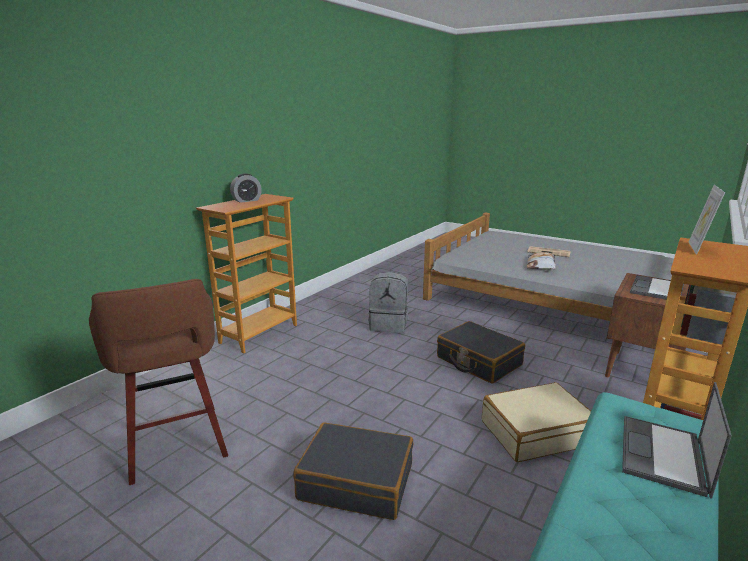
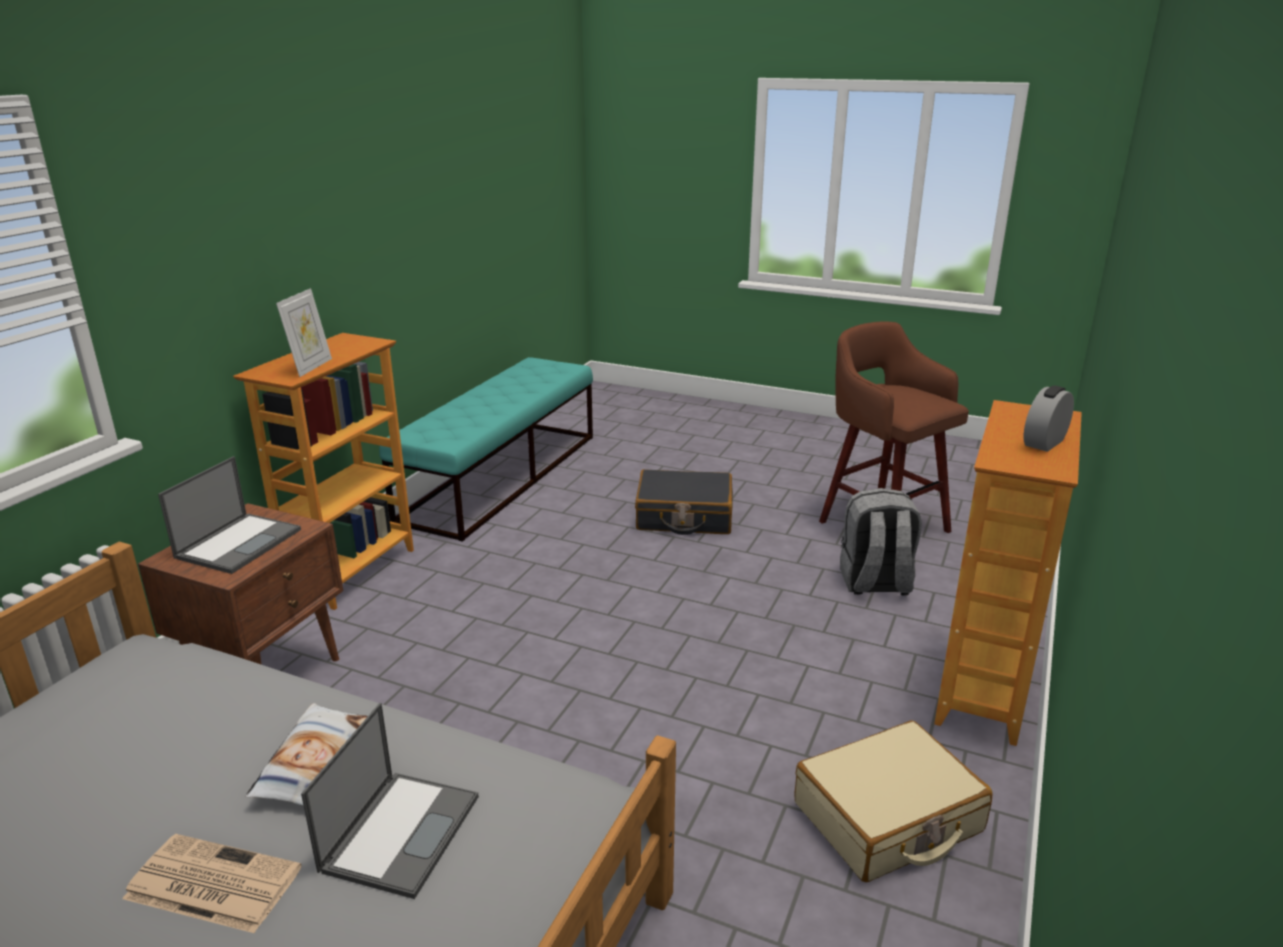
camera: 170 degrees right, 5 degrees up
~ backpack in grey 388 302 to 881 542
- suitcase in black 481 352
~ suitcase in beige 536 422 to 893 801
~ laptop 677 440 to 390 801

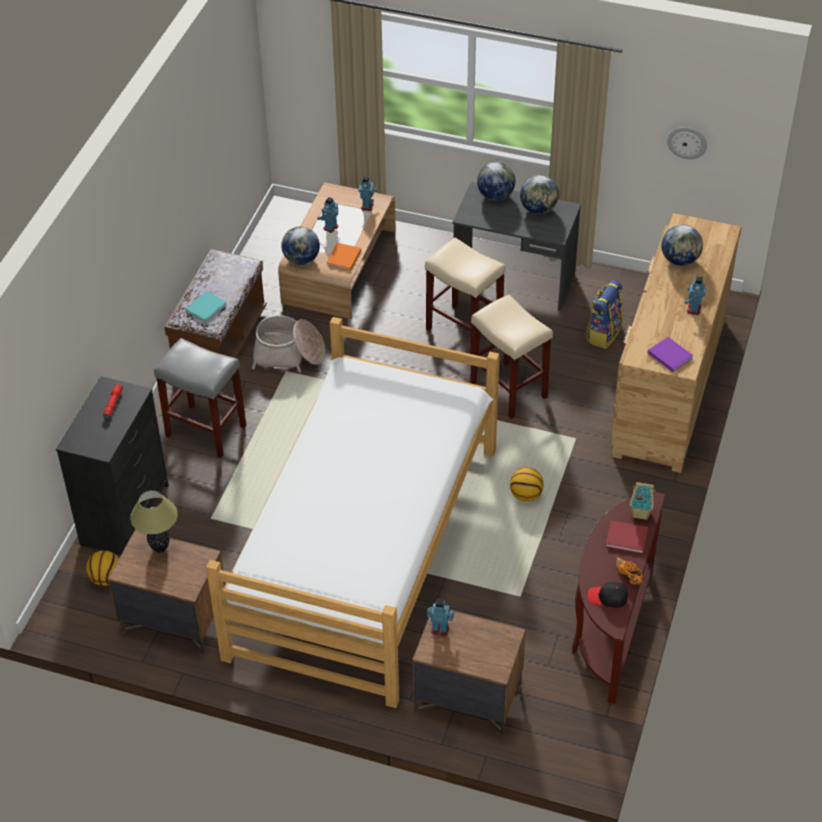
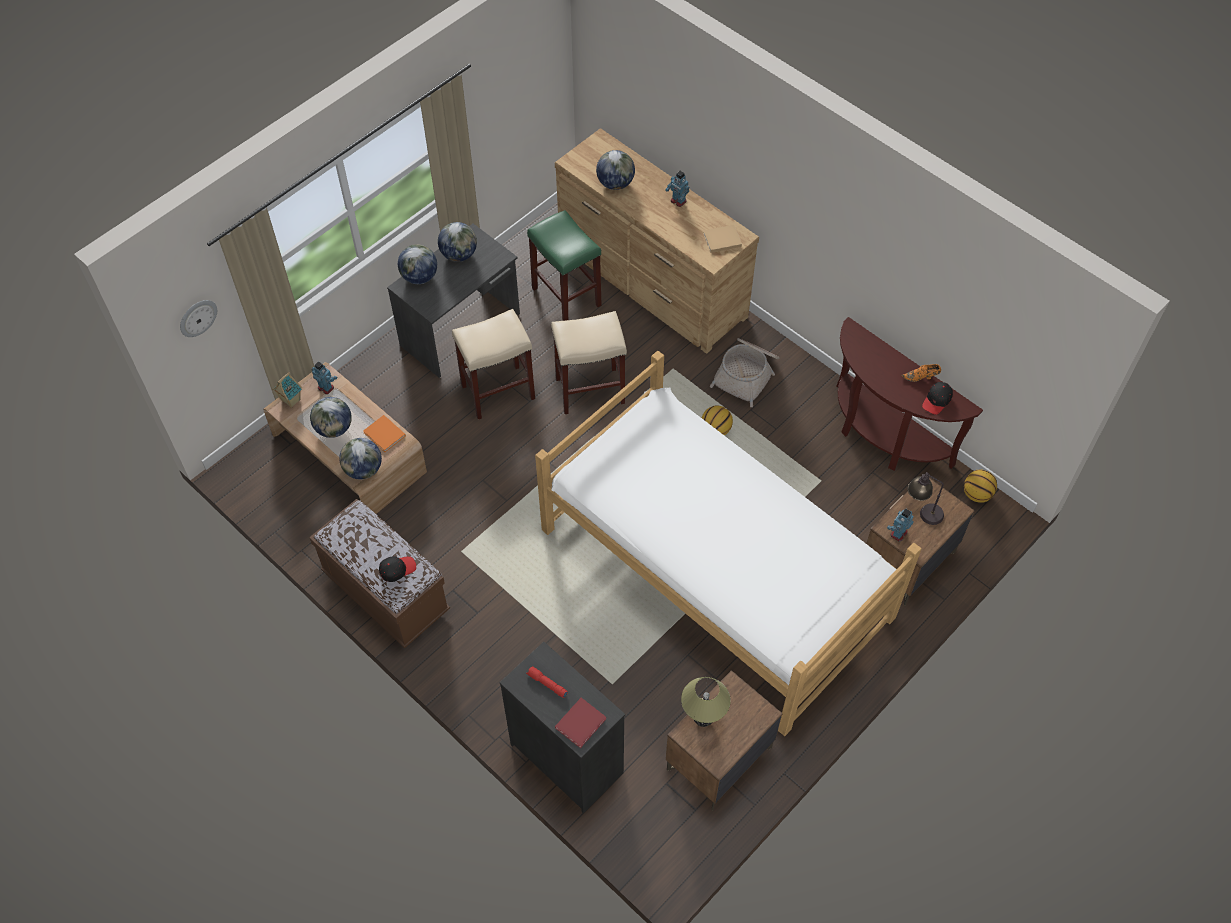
camera: 65 degrees left, 10 degrees up
~ wall clock 687 143 to 198 318
~ toy robot 327 215 to globe 331 417
~ backpack 604 314 to stool in green 564 265
~ book in turquoise 206 307 to cap in black 397 569
~ basket 288 343 to 744 372
~ book in purple 671 354 to book in beige 722 239
- stool in grey 200 398
~ toy house 642 501 to 287 390
~ book in red 626 537 to 580 723
~ basketball 102 568 to 980 486
+ table lamp 926 498

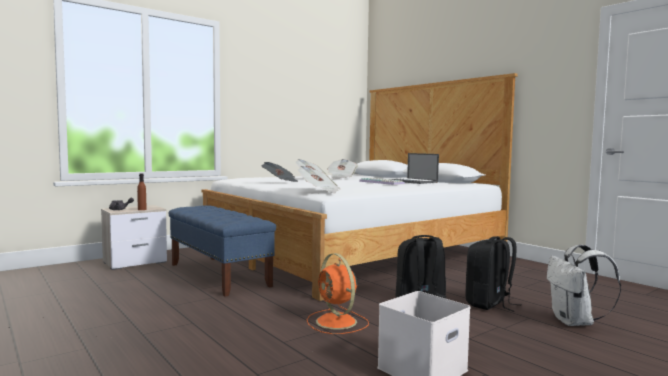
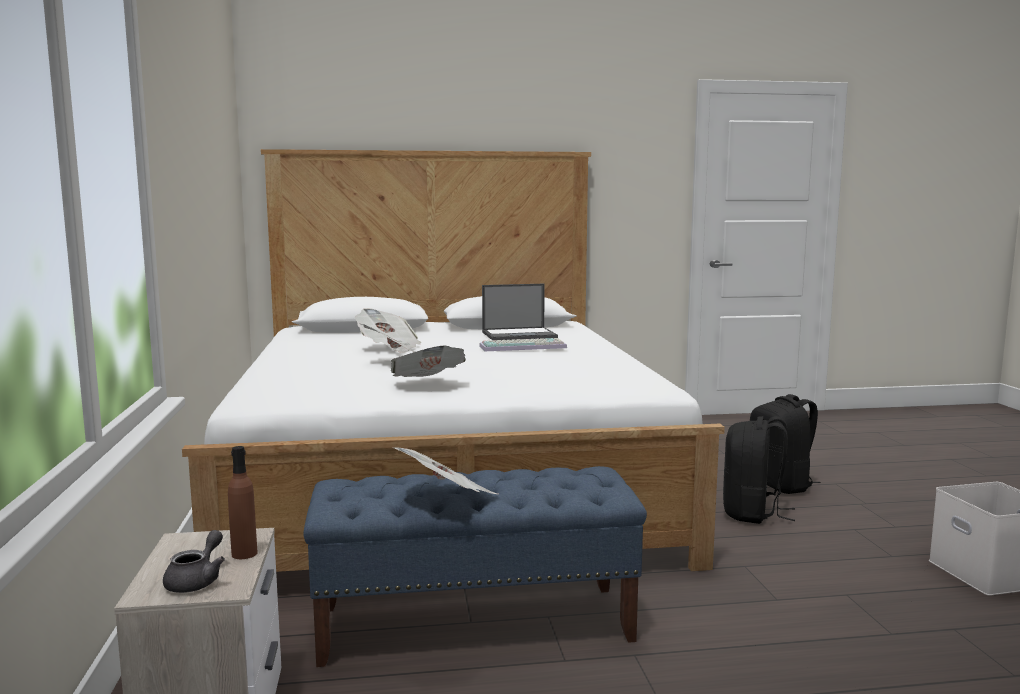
camera: 60 degrees left, 5 degrees up
~ newspaper 319 179 to 445 470
- backpack in white 584 285
- fan in orange 338 293

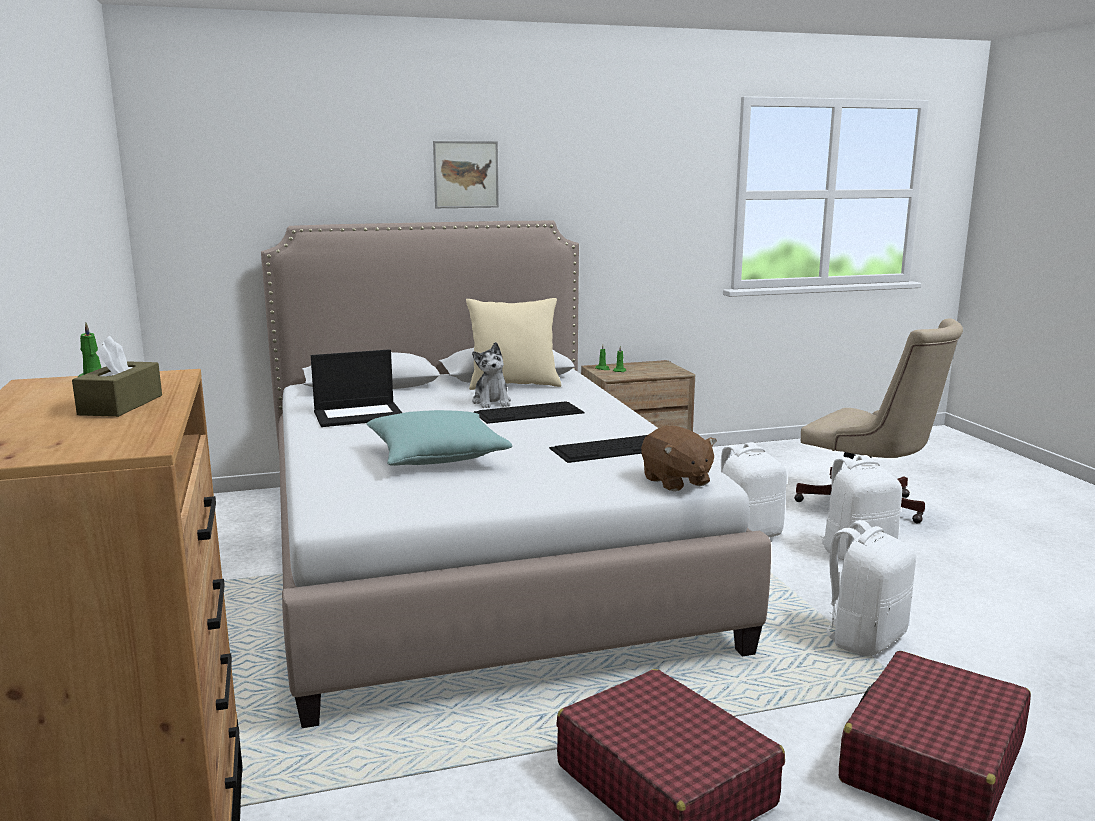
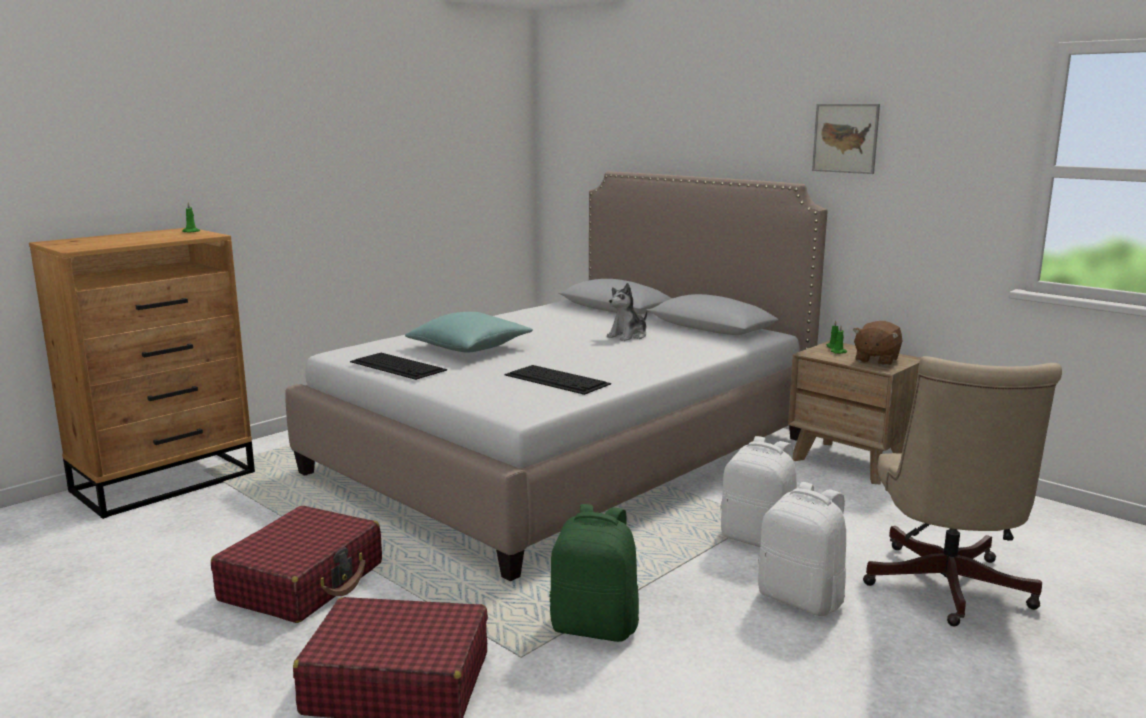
camera: 60 degrees right, 0 degrees up
~ picture 466 174 to 846 139
- pillow in beige 513 344
- tissue box in brown 117 376
- laptop 356 388
~ keyboard 529 412 to 398 366
~ plush toy in brown 679 458 to 878 343
~ backpack in white 863 588 to backpack in green 594 573

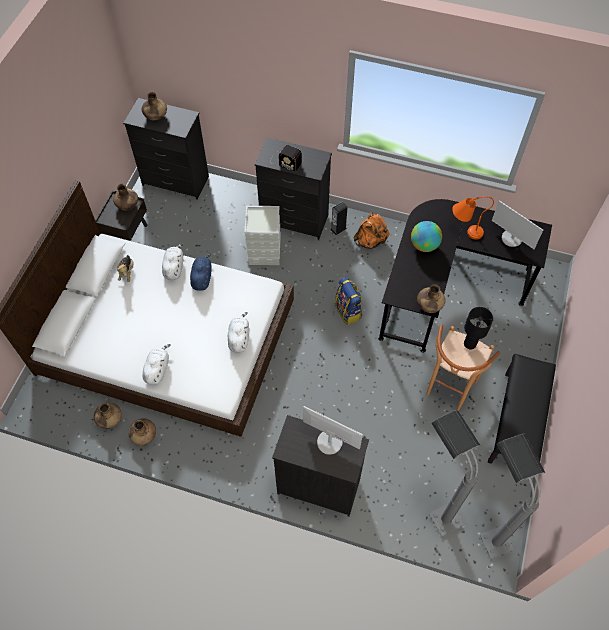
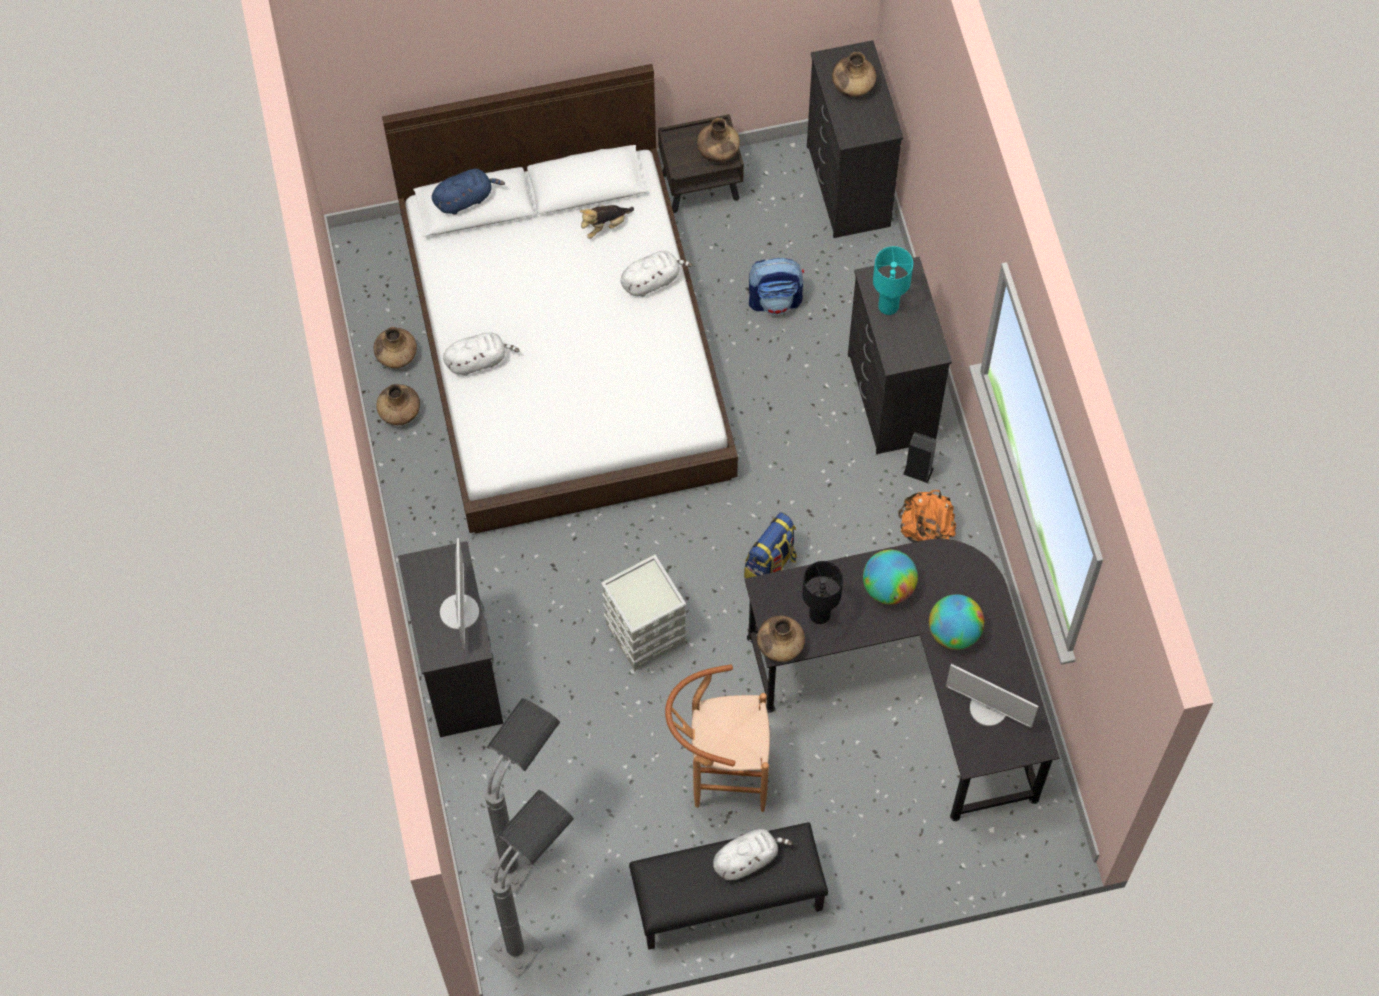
camera: 60 degrees right, 5 degrees up
~ radio 286 158 to table lamp in turquoise 893 280
~ table lamp in orange 473 218 to globe 956 622
~ monitor 517 224 = 992 696 75 degrees counterclockwise
~ storage box in grey 262 235 to 644 613
~ plush toy in blue 201 272 to 468 192
~ table lamp in black 478 328 to 822 592
~ plush toy in white 238 332 to 753 854
+ backpack 776 286

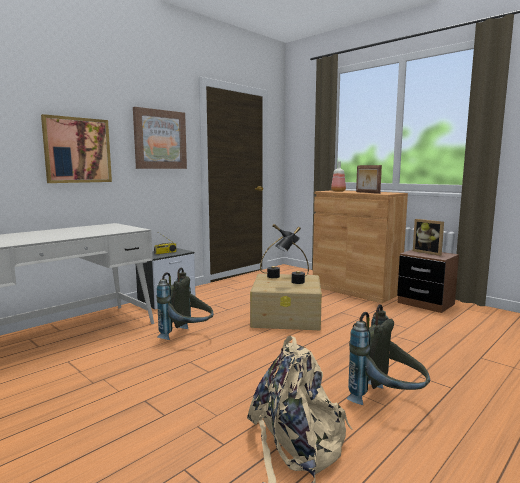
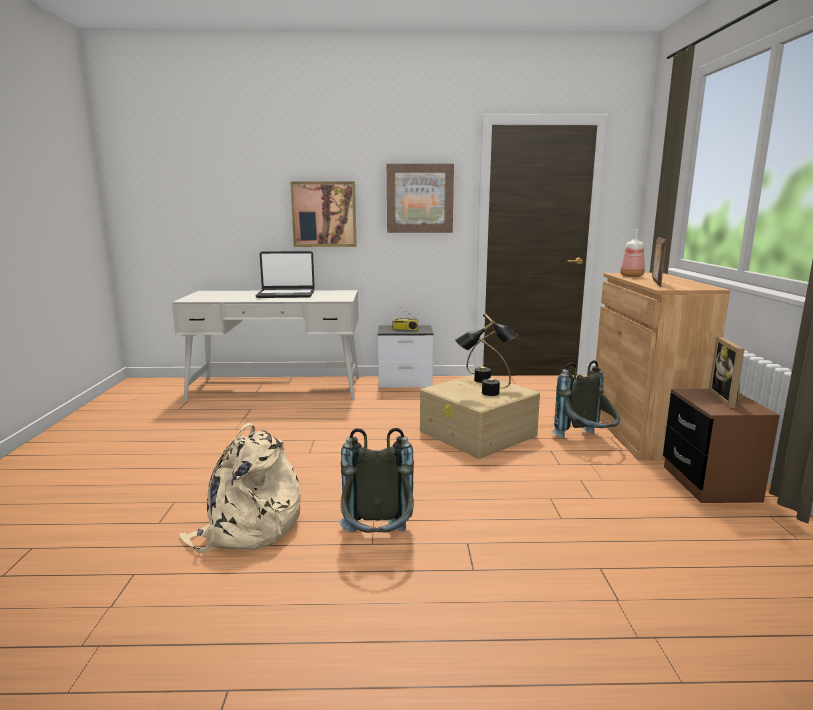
camera: 45 degrees right, 5 degrees up
~ backpack in grey 184 303 to 585 399
+ laptop 285 274

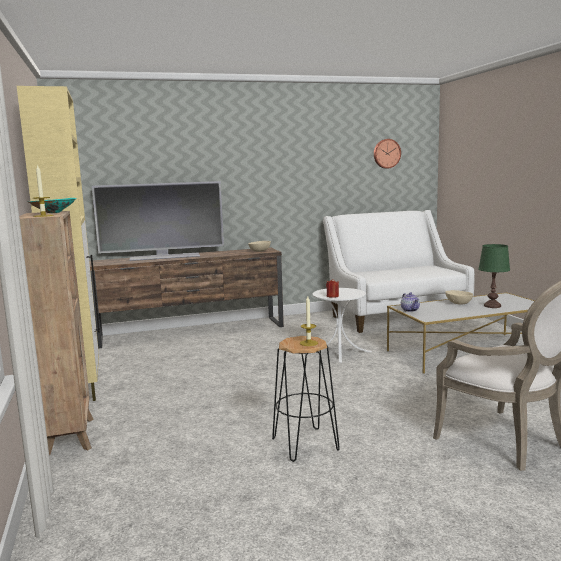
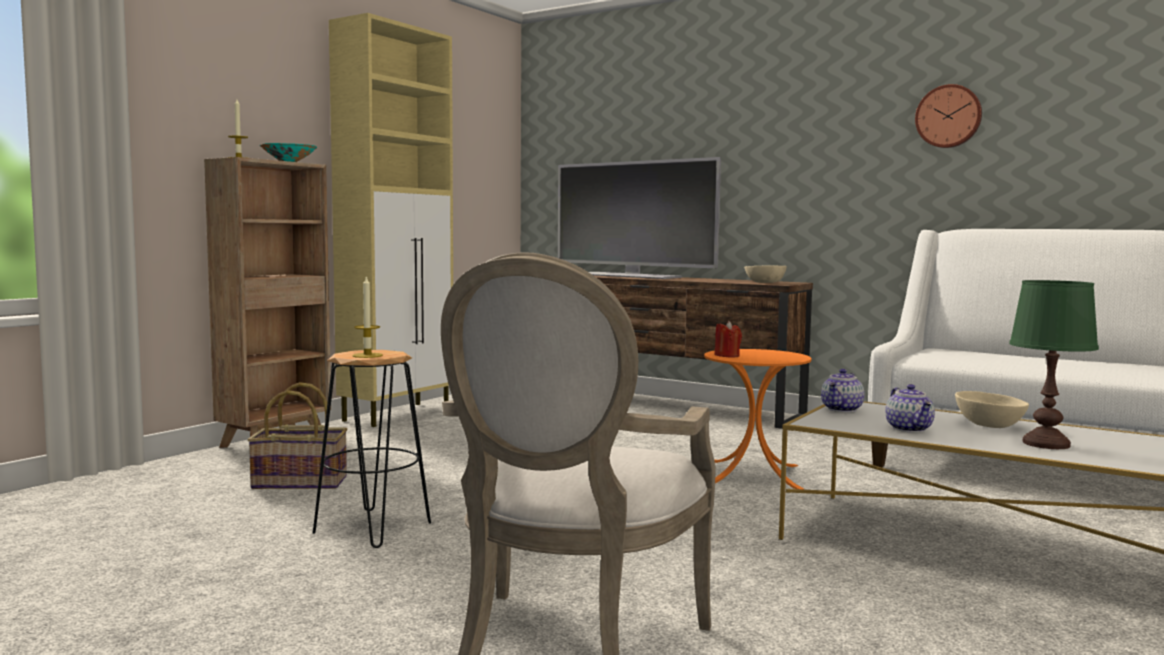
camera: 50 degrees right, 5 degrees down
~ wall clock 387 154 to 948 116
~ side table in white 342 325 to side table in orange 757 419
+ basket 297 435
+ teapot 910 408

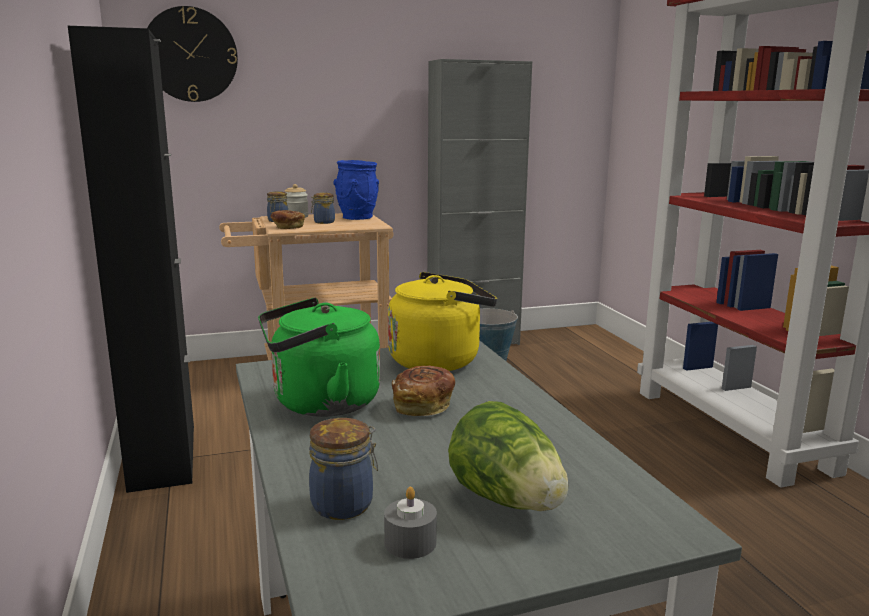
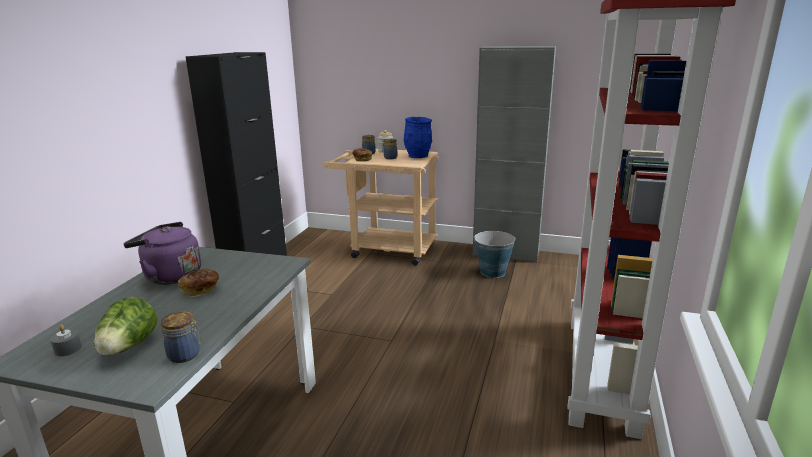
camera: 35 degrees right, 5 degrees up
- wall clock 192 54
- kettle in yellow 442 321
~ kettle in green 319 357 to kettle in purple 162 253
~ jar 343 469 to 181 337

